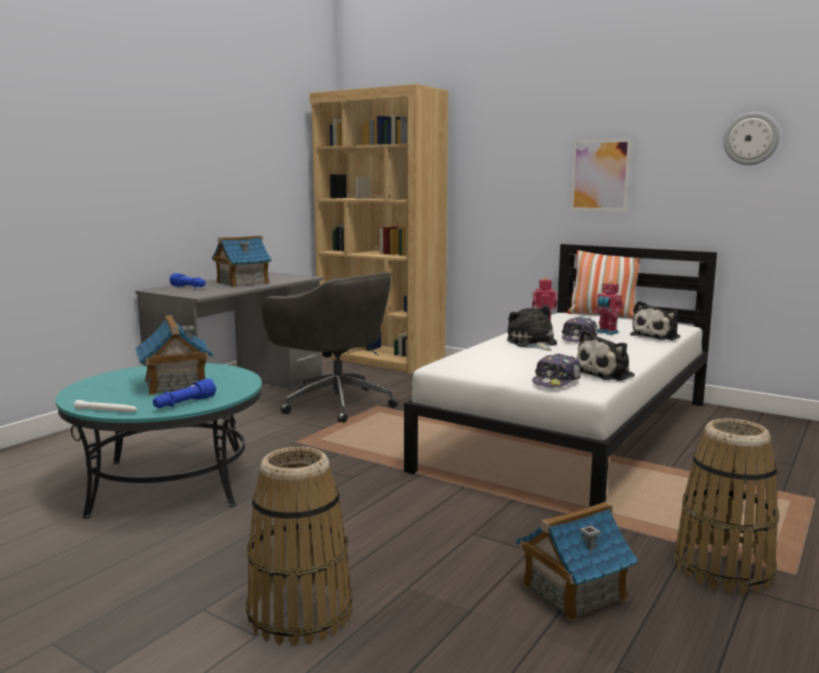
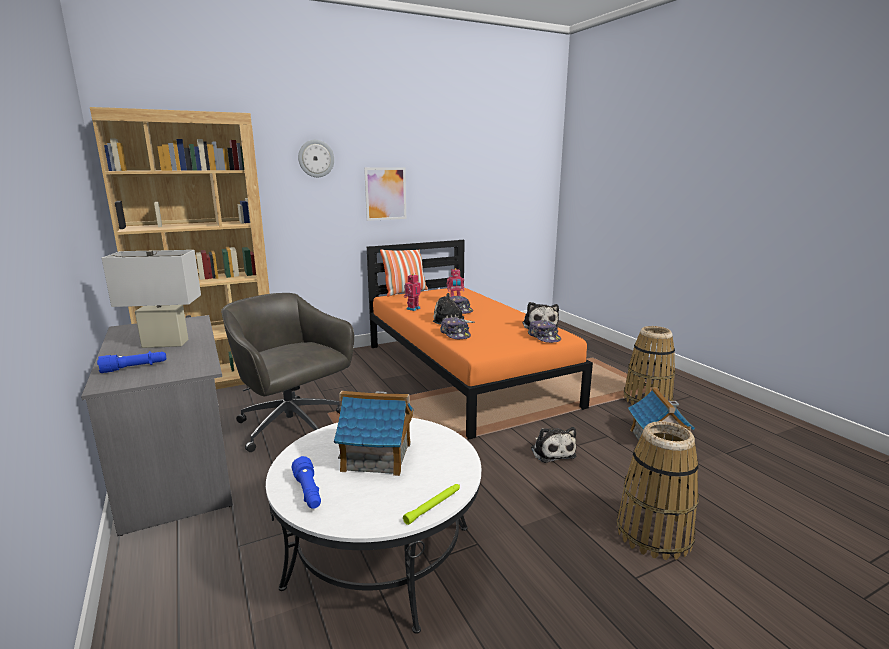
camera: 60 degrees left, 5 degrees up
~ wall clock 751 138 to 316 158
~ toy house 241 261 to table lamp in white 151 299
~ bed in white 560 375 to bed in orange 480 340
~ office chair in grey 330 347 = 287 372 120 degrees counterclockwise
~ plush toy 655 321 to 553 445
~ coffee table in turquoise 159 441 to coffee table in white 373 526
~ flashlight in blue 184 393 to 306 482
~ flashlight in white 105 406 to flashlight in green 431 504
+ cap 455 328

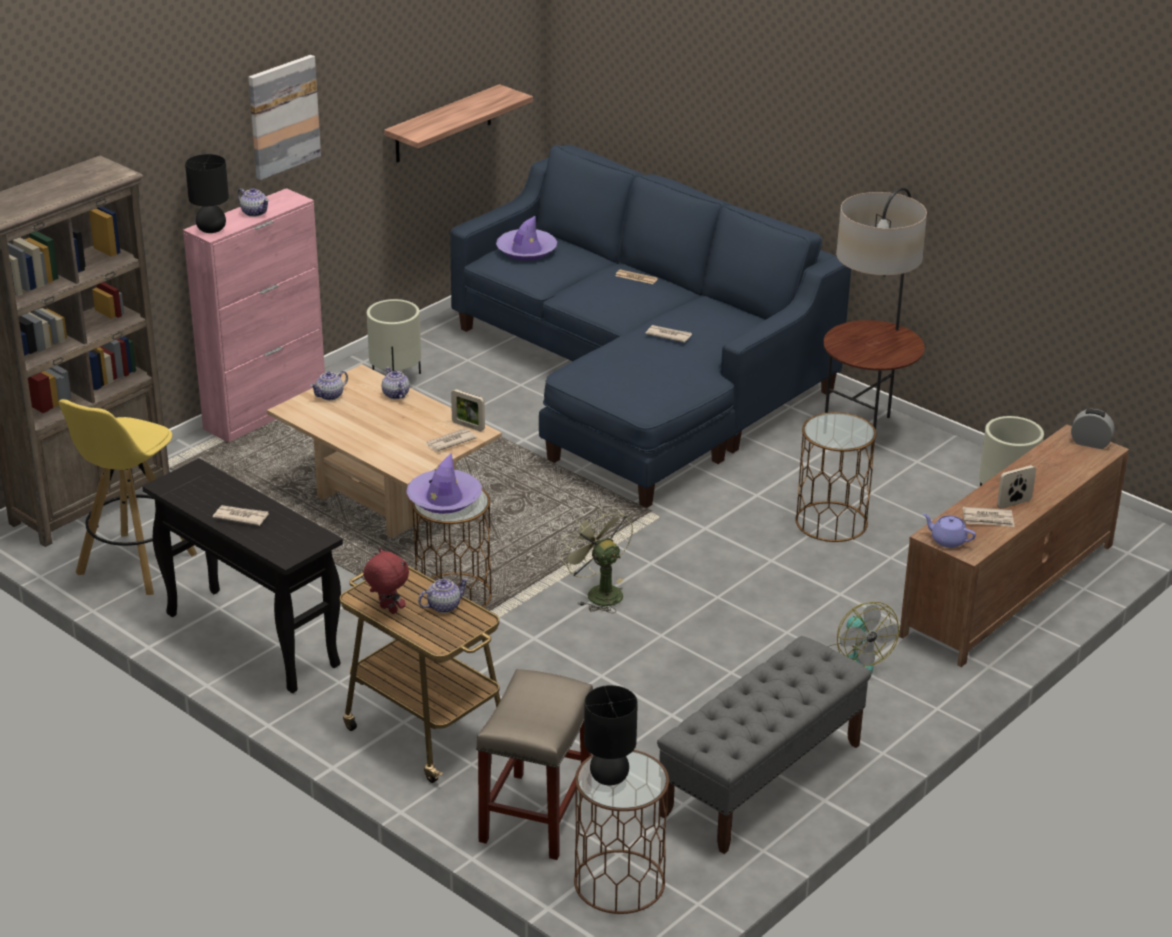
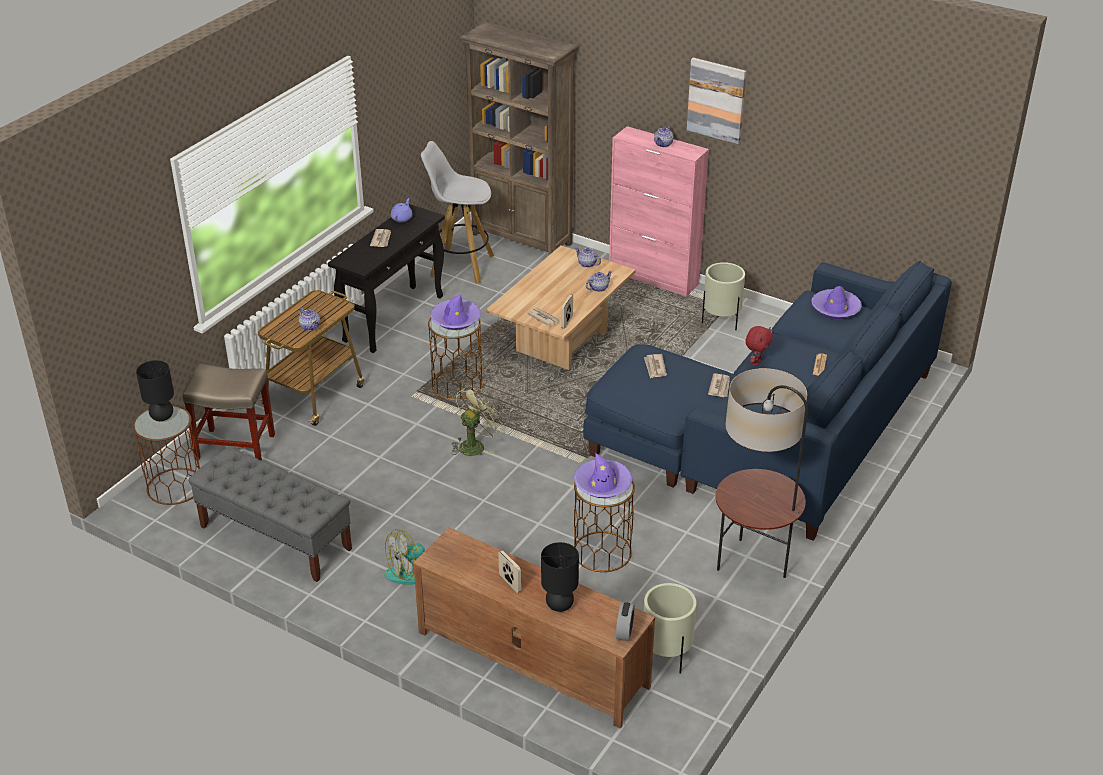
camera: 80 degrees right, 5 degrees up
- shelf 458 123
~ table lamp in black 207 193 to 560 577
~ stool in yellow 128 497 to stool in white 457 212
~ newspaper 989 517 to 655 366
~ teapot in purple 949 530 to 401 210
~ plush toy in red 386 581 to 759 346
+ hat in purple 603 475

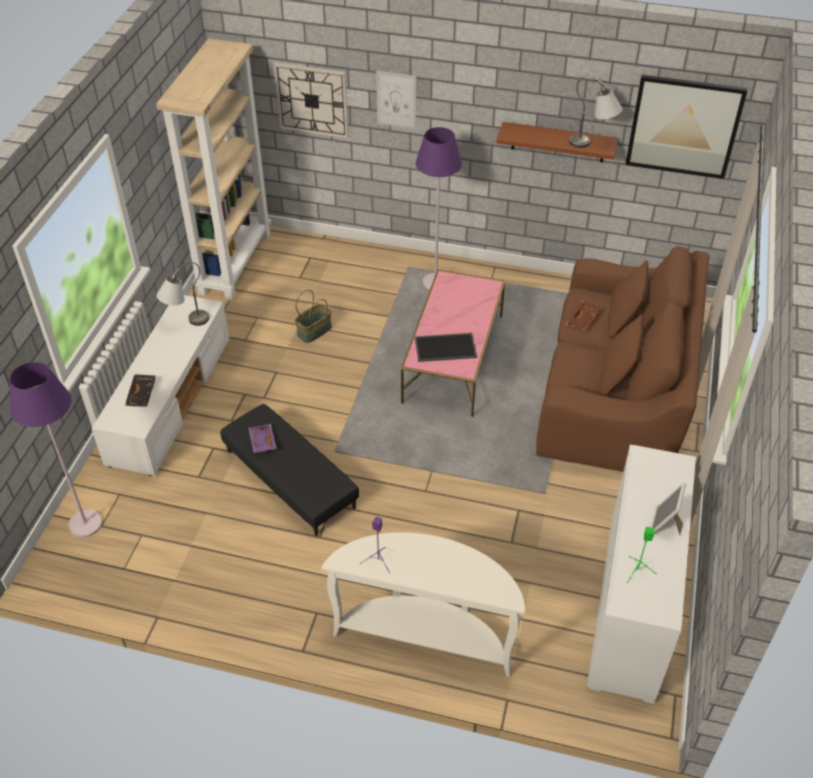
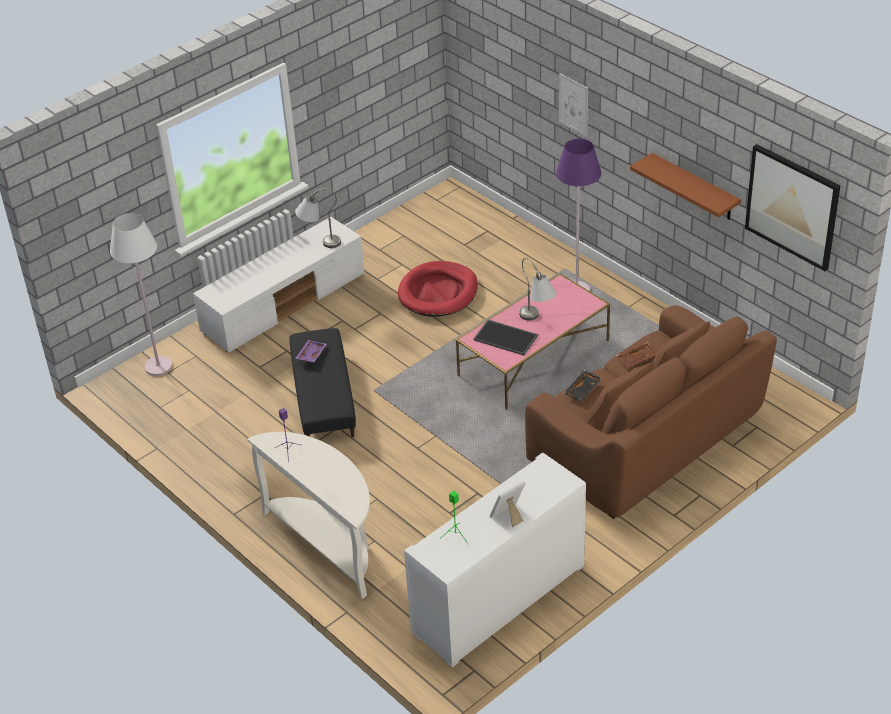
camera: 35 degrees right, 5 degrees down
- bookcase in beige 213 169
- wall clock 311 100
~ table lamp in grey 596 112 to 538 289
~ basket 313 316 to dog bed in red 438 289
~ floor lamp in purple 56 450 to floor lamp in white 141 294
~ tray in black 140 390 to 582 386

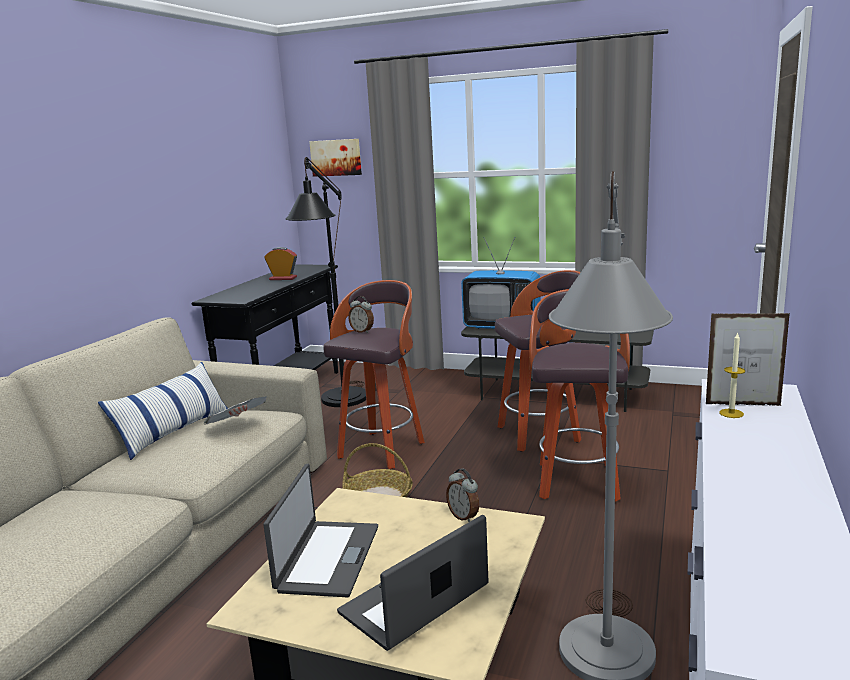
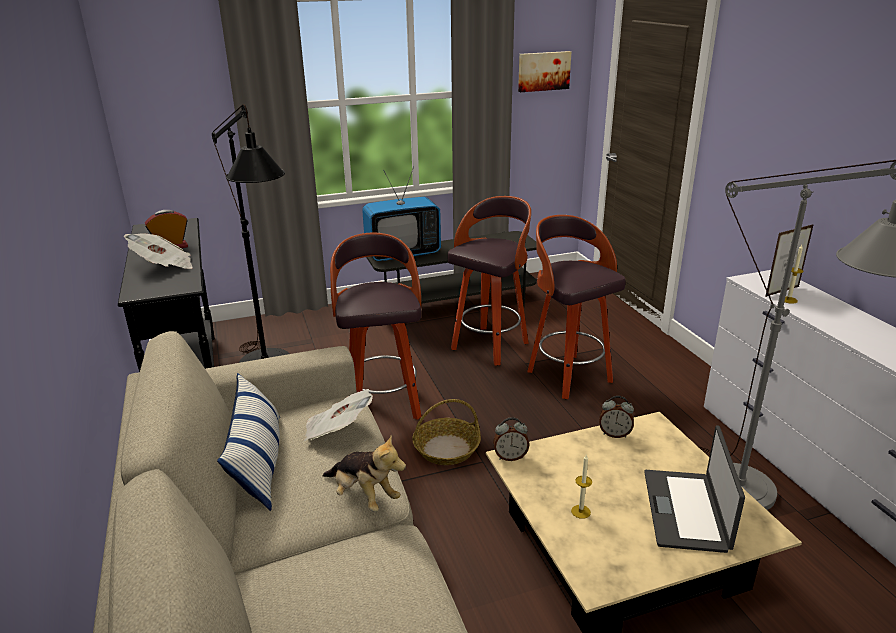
camera: 40 degrees left, 10 degrees up
~ picture 335 158 to 544 71
~ alarm clock 361 314 to 511 439
~ laptop 321 530 to candle 581 486
+ newspaper 158 251
+ plush toy 364 473

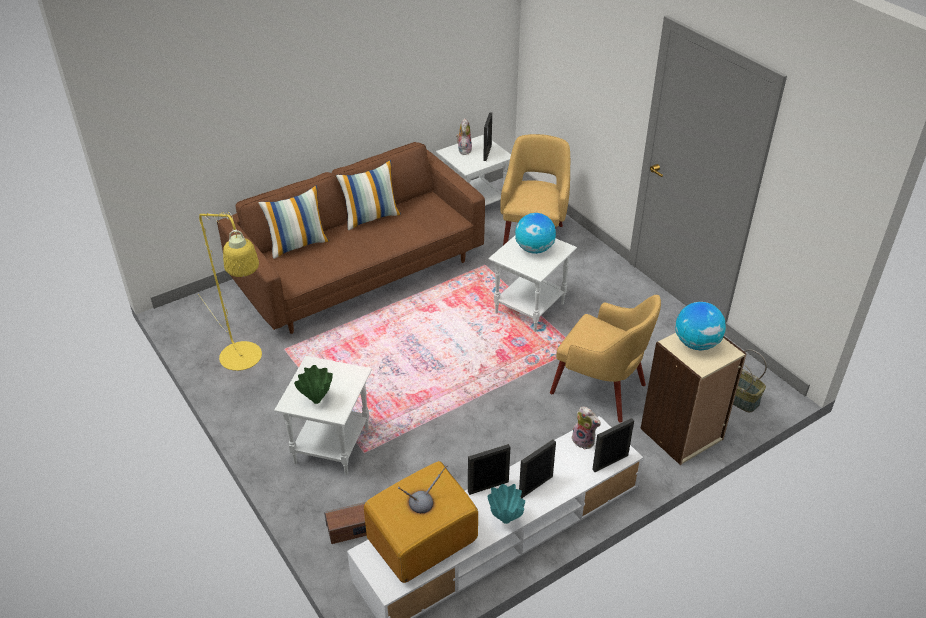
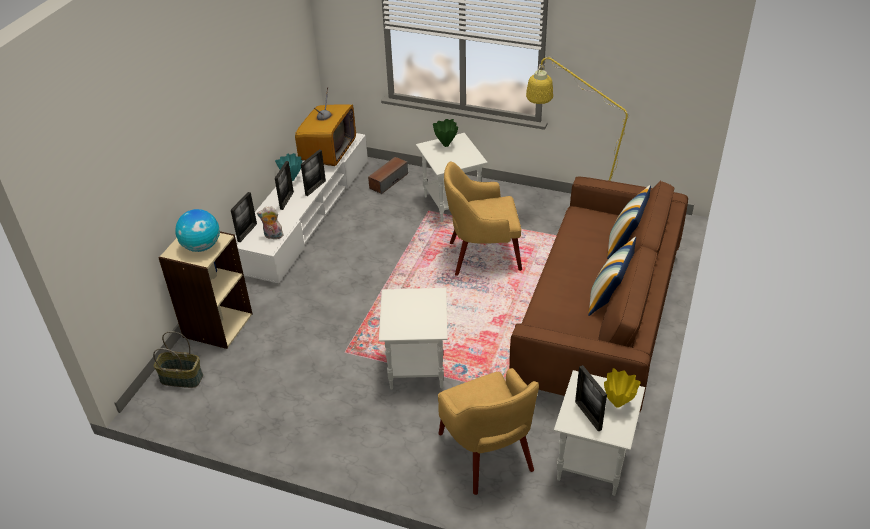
camera: 145 degrees right, 0 degrees up
~ plush toy 464 137 to vase in yellow 622 388
- globe 535 233
~ armchair in yellow 605 359 to 483 218

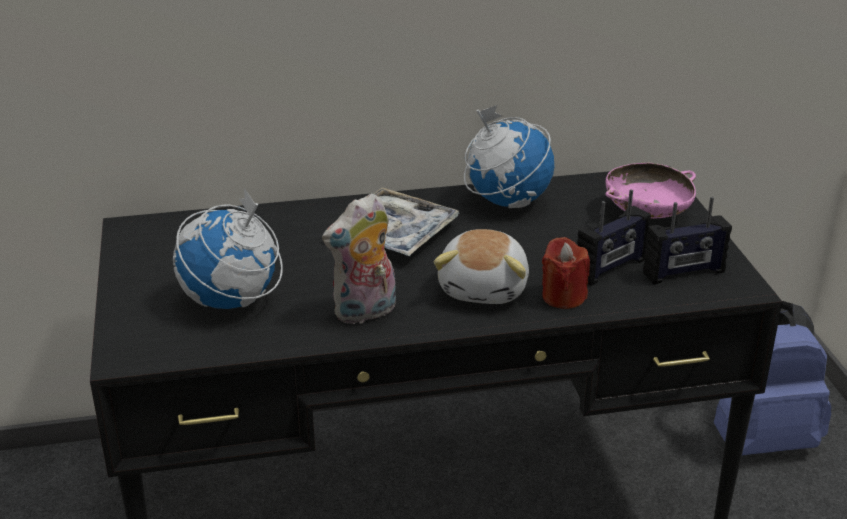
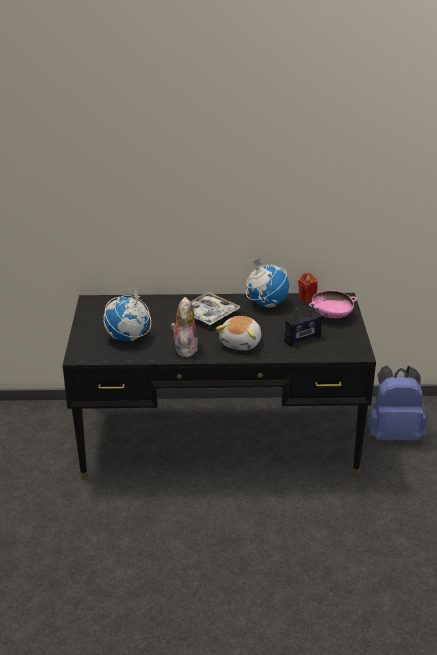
camera: 10 degrees right, 0 degrees up
~ plush toy 359 258 = 184 327 120 degrees clockwise
- radio 687 240
~ candle in red 566 273 to 308 288

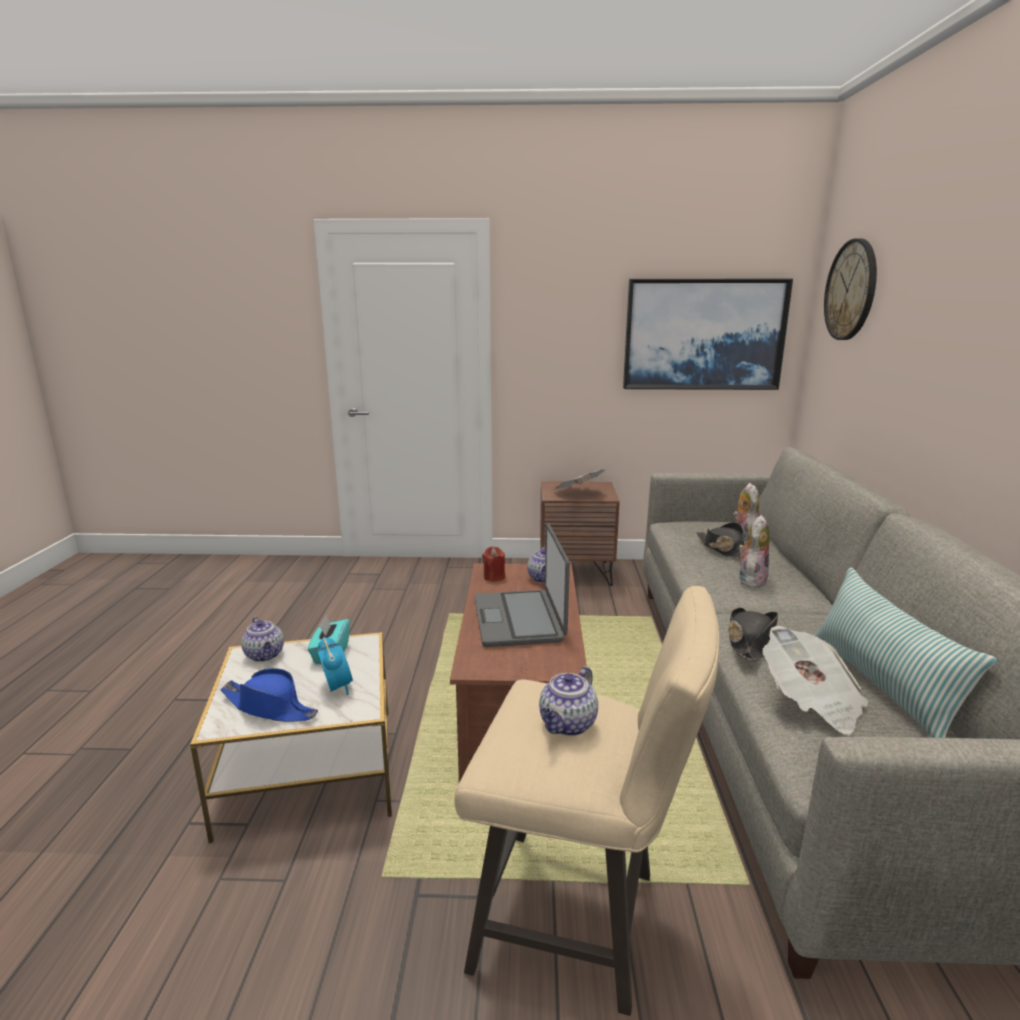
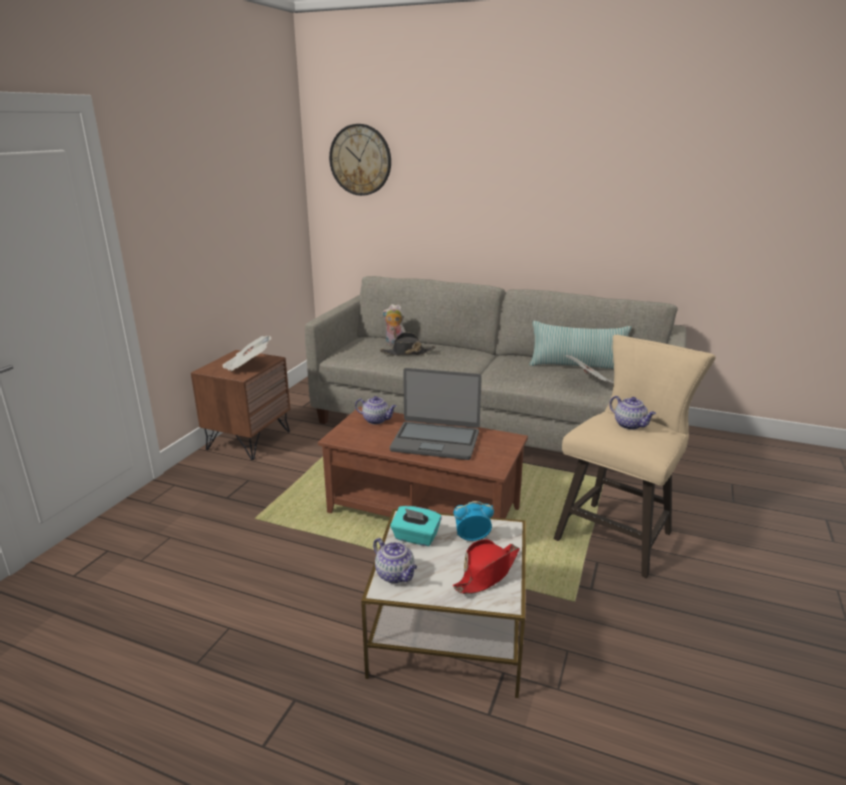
camera: 70 degrees left, 5 degrees up
- picture 708 334
- plush toy 754 551
- candle in red 493 564
- hat in black 753 634
~ teapot 262 639 = 395 560 60 degrees clockwise
~ hat in blue 269 695 to hat in red 486 566

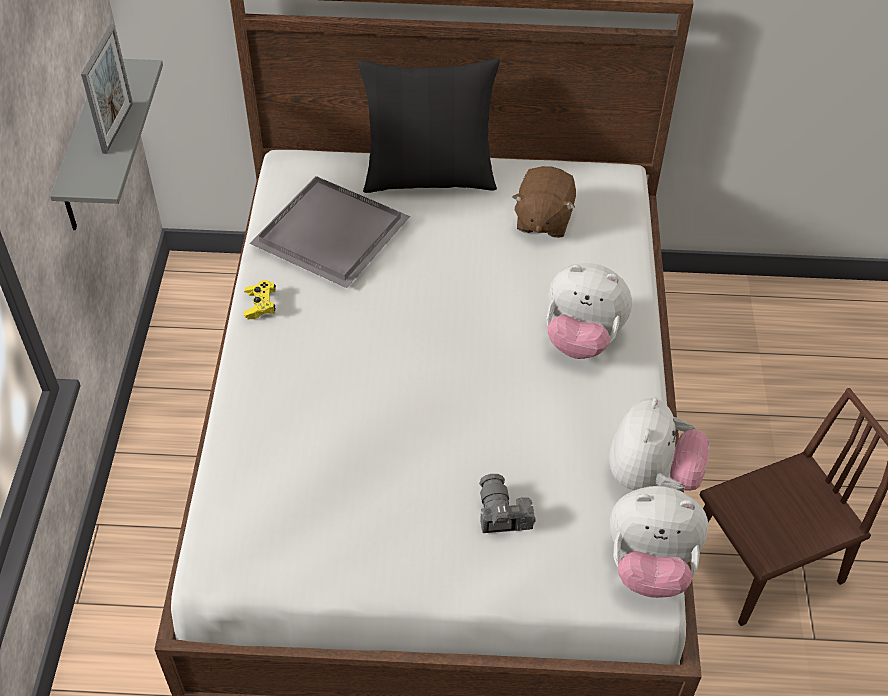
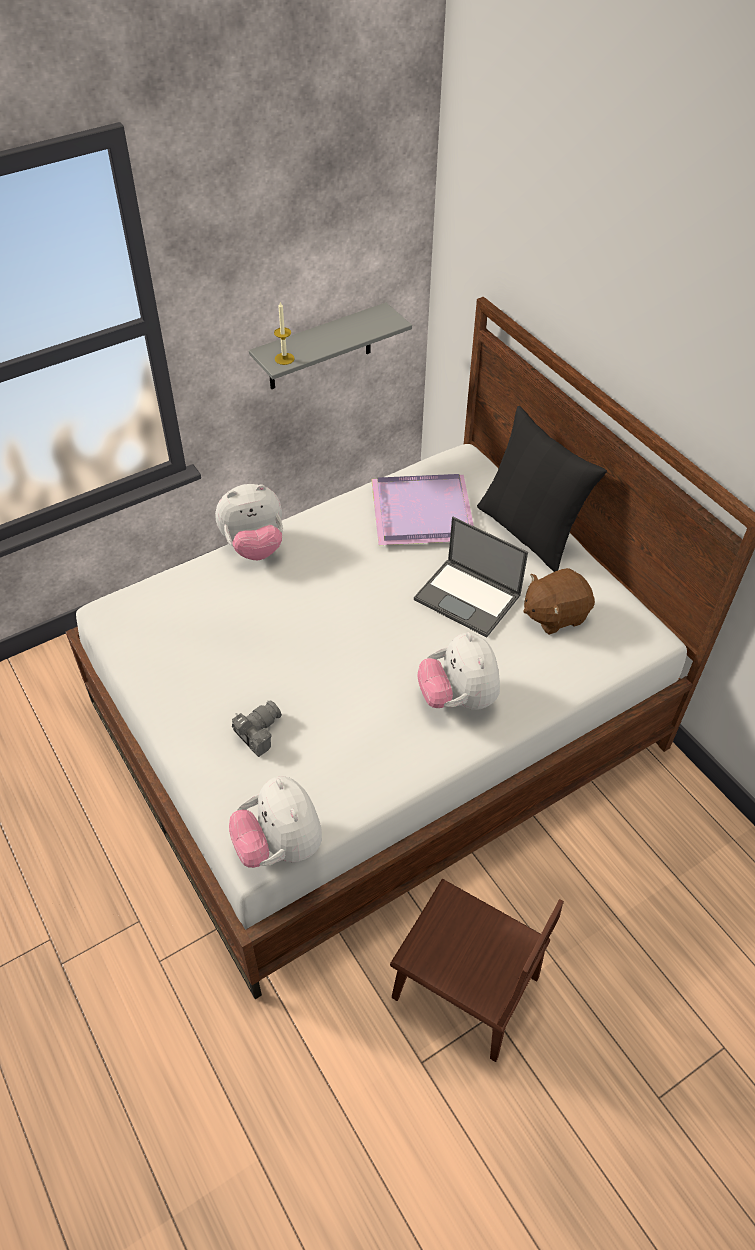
camera: 55 degrees right, 0 degrees up
- picture frame 107 89
~ tray in grey 329 232 to tray in purple 422 509
- game controller in yellow 260 299
~ plush toy 659 444 to 249 522
+ candle 284 333
+ laptop 471 577

